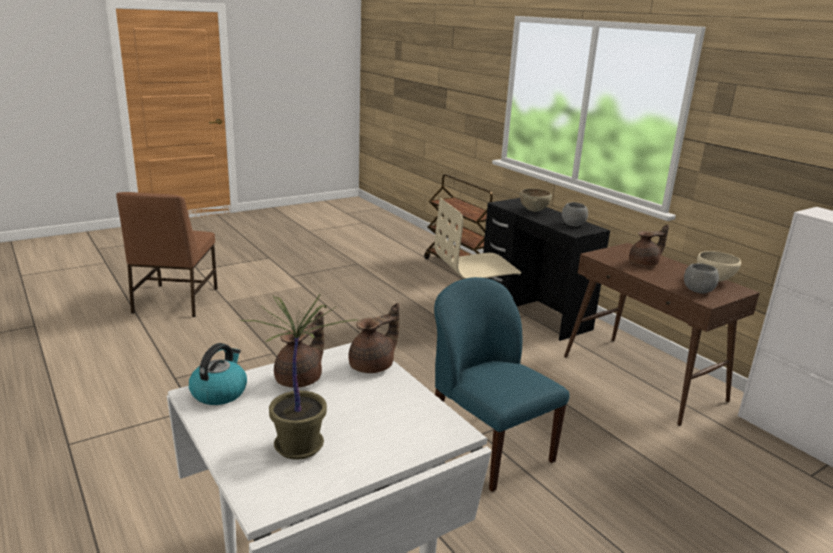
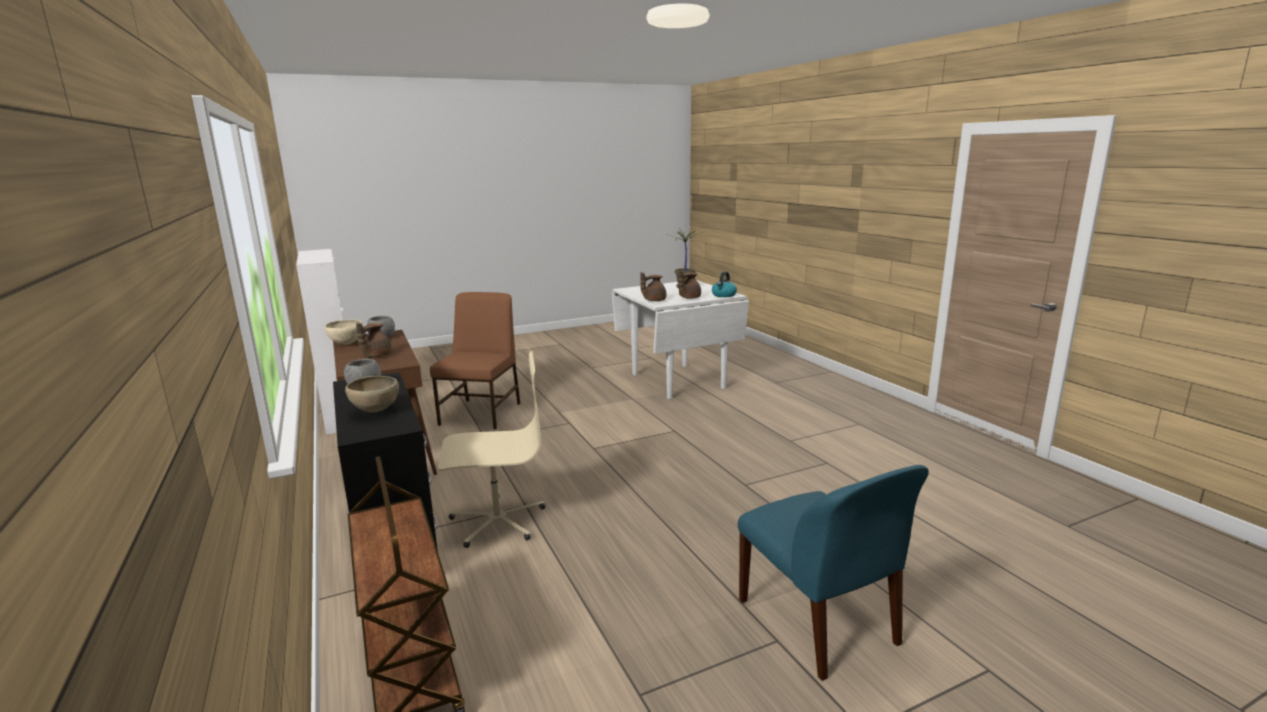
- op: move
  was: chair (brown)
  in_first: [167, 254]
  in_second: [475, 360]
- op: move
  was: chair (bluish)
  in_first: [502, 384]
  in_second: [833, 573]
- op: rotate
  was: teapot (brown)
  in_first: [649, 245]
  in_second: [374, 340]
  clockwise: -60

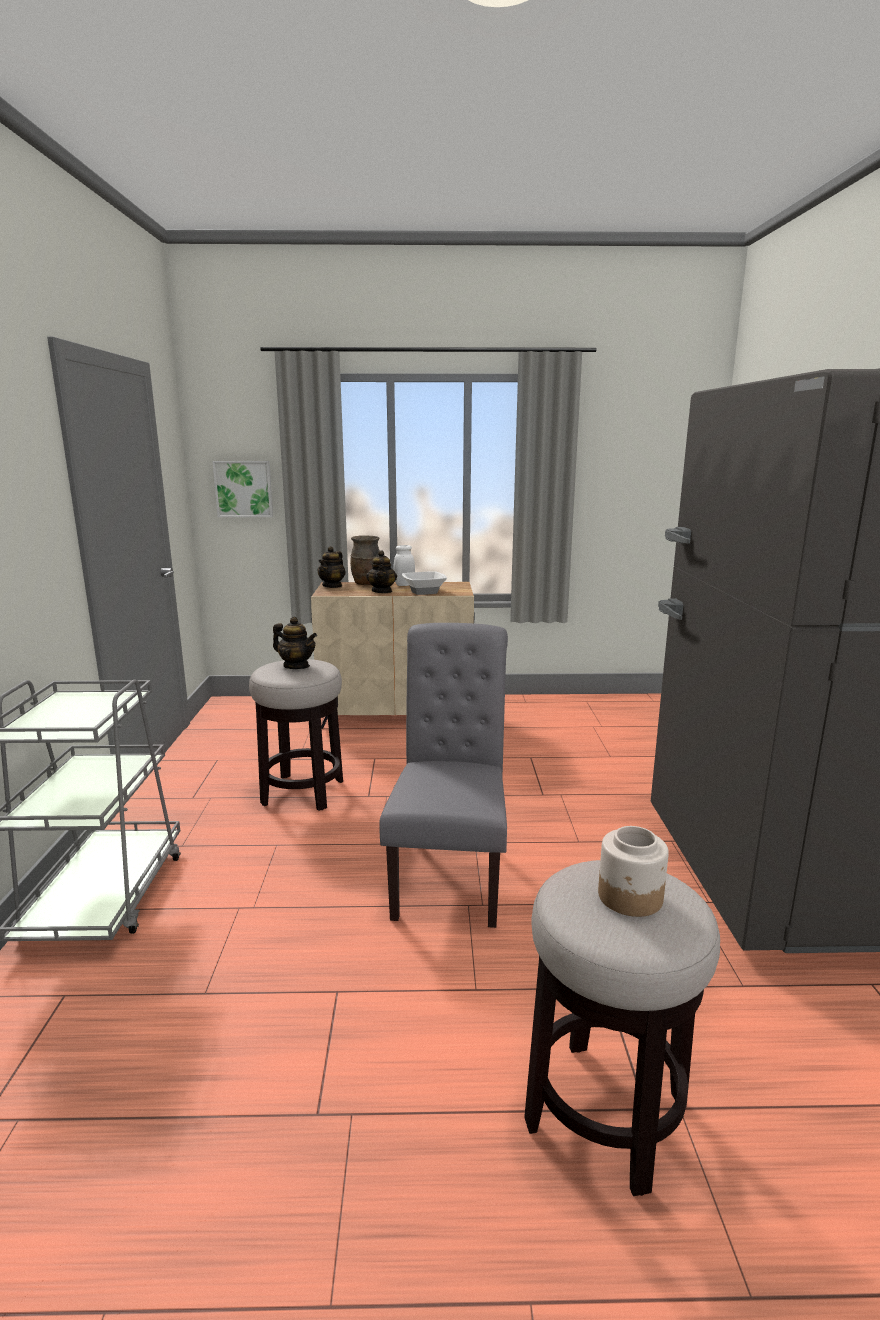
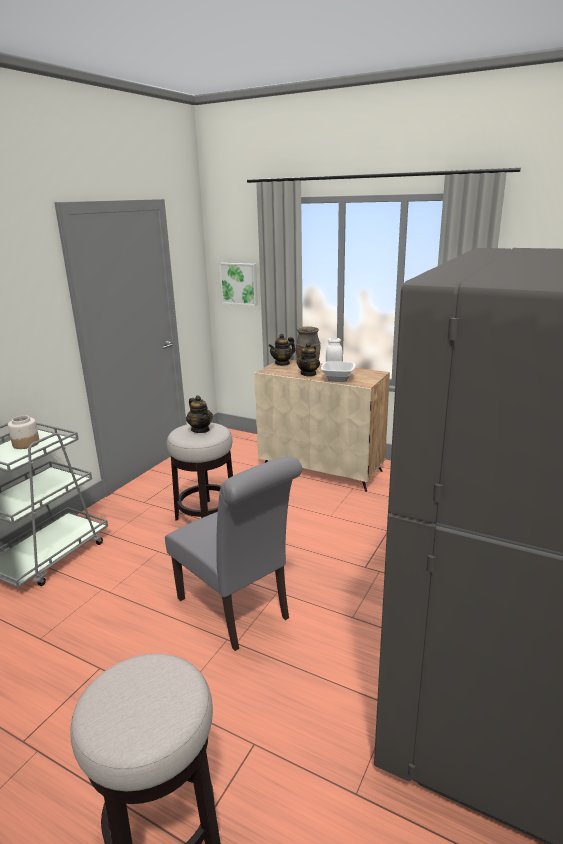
- op: move
  was: storage jar
  in_first: [633, 871]
  in_second: [23, 432]
- op: rotate
  was: chair (gray)
  in_first: [443, 775]
  in_second: [233, 553]
  clockwise: 105

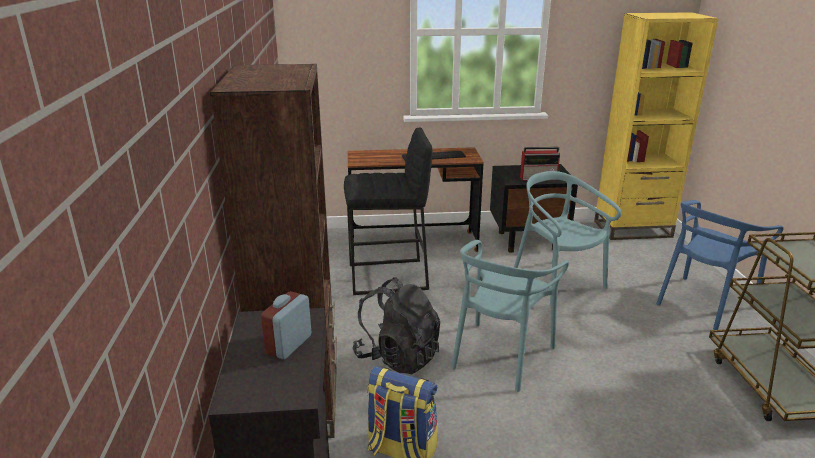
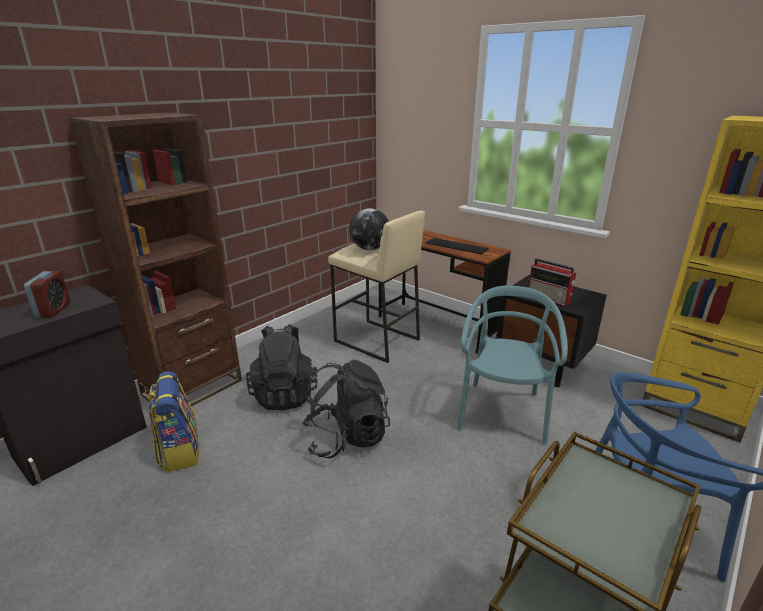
- op: insert
  now: globe
  in_second: [369, 229]
- op: replace
  was: chair (blue-green)
  now: knapsack (black-coloured)
  in_first: [510, 316]
  in_second: [346, 409]
- op: recolor
  was: stool (black-coloured)
  now: stool (beige-coloured)
  in_first: [388, 211]
  in_second: [376, 287]
- op: rotate
  was: table clock
  in_first: [286, 325]
  in_second: [47, 294]
  clockwise: 105

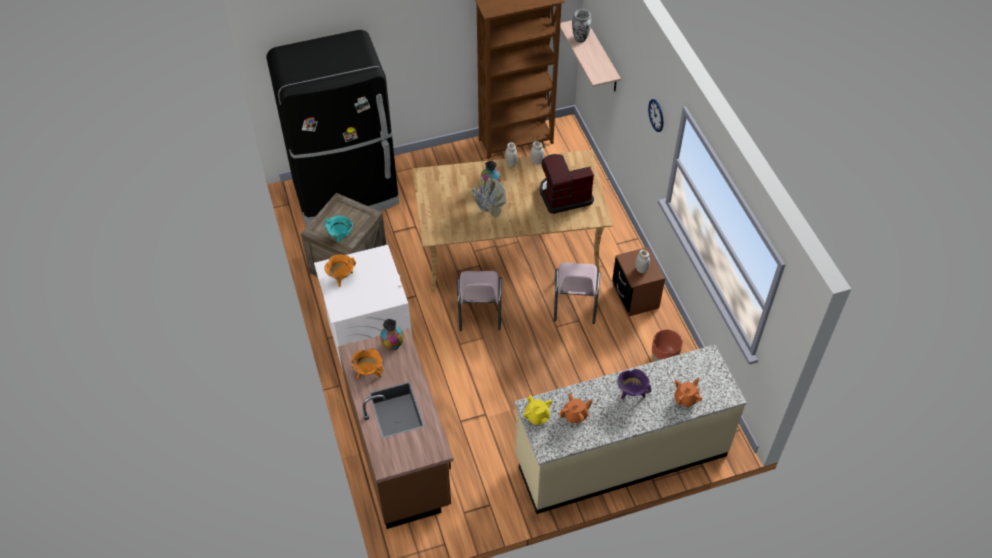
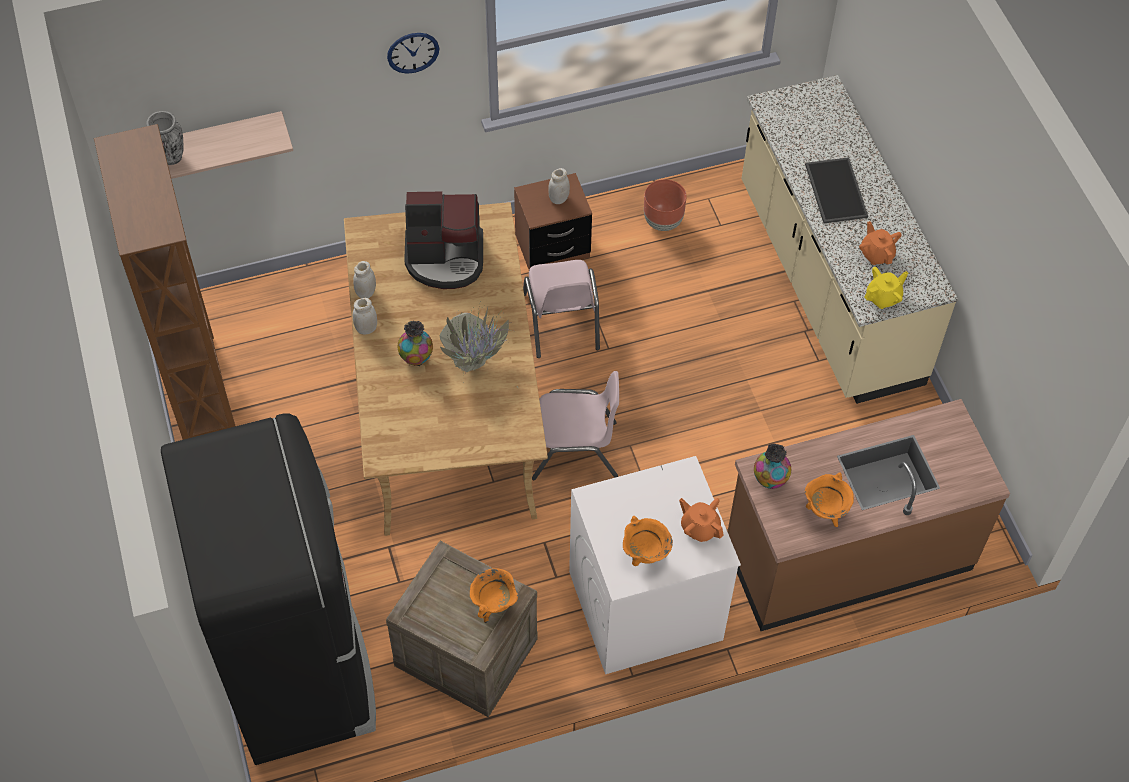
- op: move
  was: teapot (orange)
  in_first: [688, 392]
  in_second: [701, 520]
- op: replace
  was: cooking pot (purple)
  now: serving tray
  in_first: [634, 384]
  in_second: [836, 190]
- op: recolor
  was: cooking pot (blue-green)
  now: cooking pot (orange)
  in_first: [339, 229]
  in_second: [494, 595]
- op: rotate
  was: coffee brewer
  in_first: [567, 184]
  in_second: [443, 240]
  clockwise: -75
- op: rotate
  was: chair (pink-coloured)
  in_first: [577, 293]
  in_second: [561, 309]
  clockwise: 75

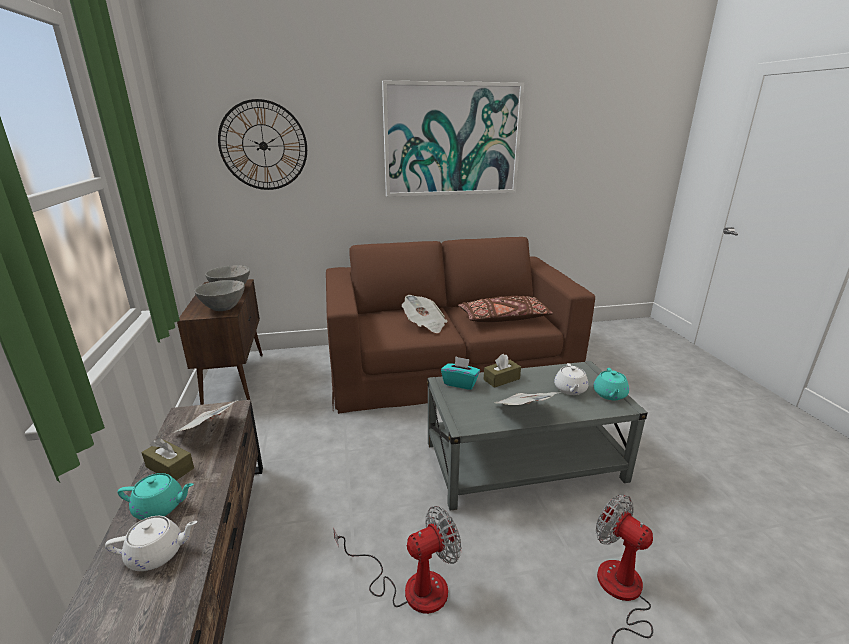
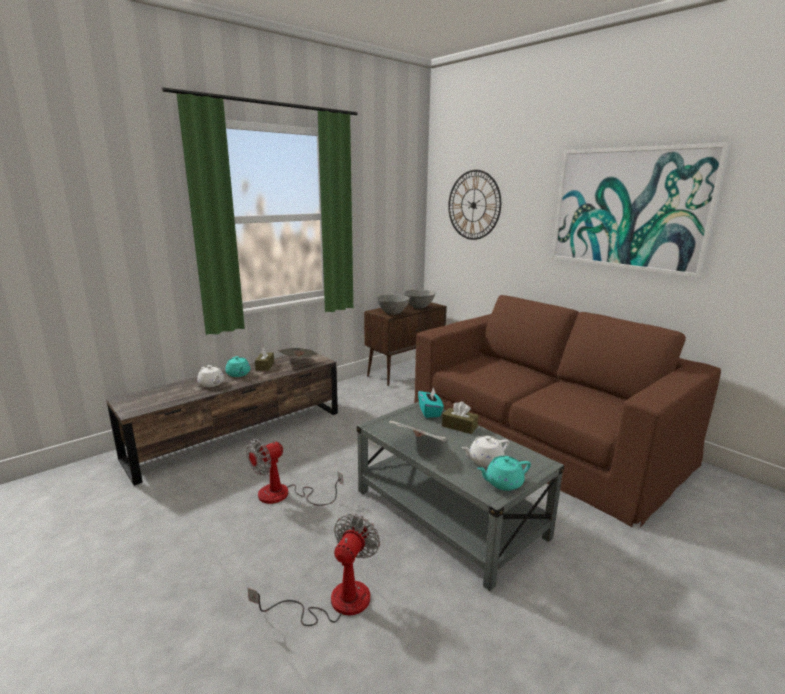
- op: delete
  was: daily paper
  in_first: [424, 314]
- op: delete
  was: throw pillow (brown)
  in_first: [505, 309]
- op: rotate
  was: fan
  in_first: [397, 560]
  in_second: [294, 472]
  clockwise: 105

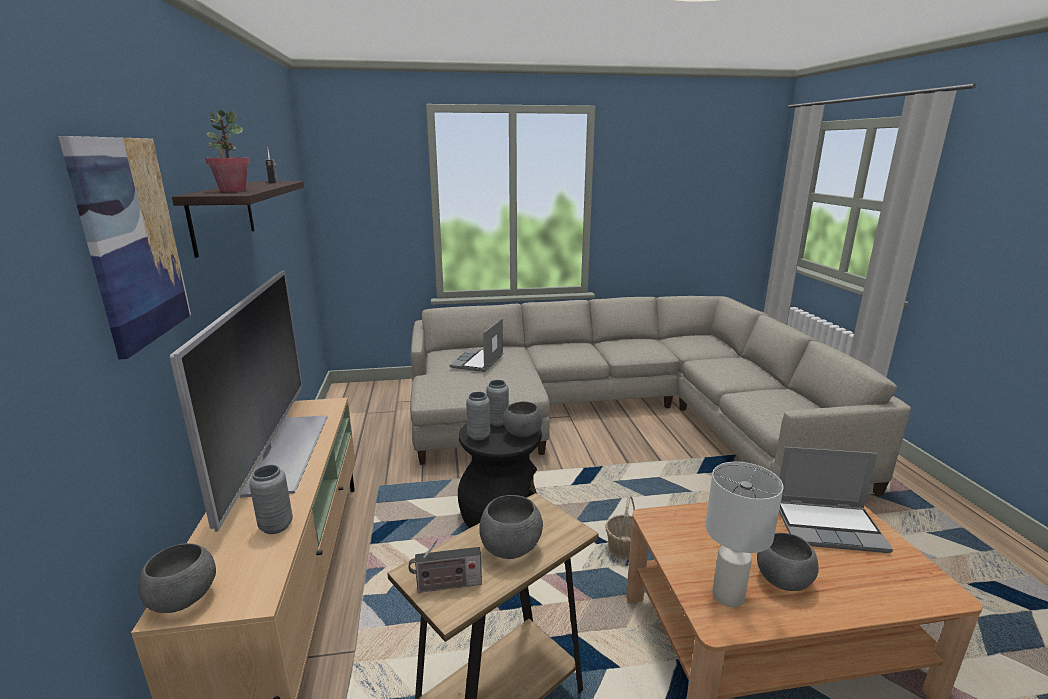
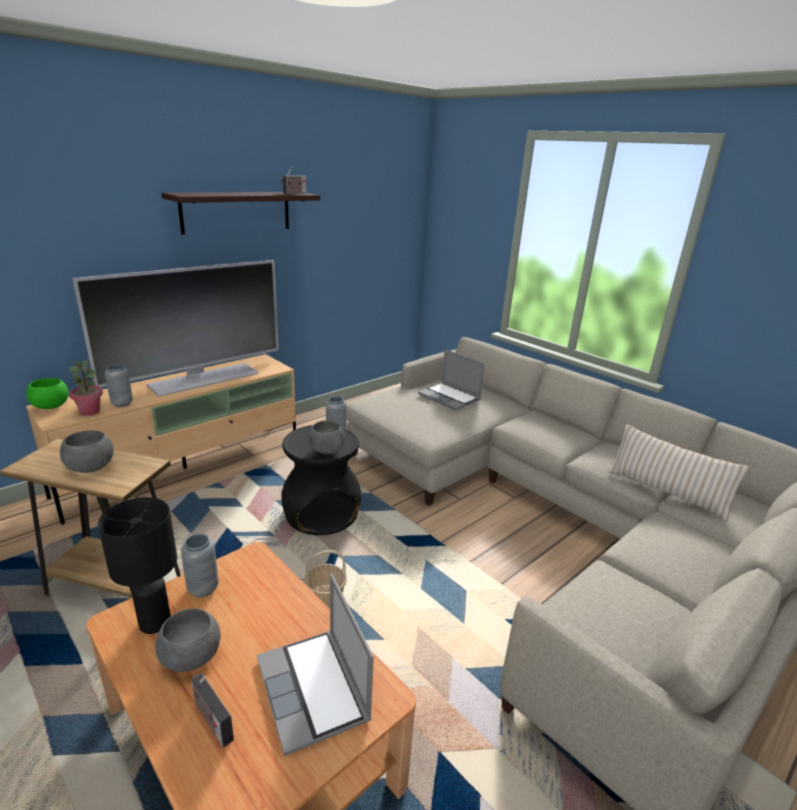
- op: delete
  was: wall art
  in_first: [124, 247]
- op: insert
  now: throw pillow (beige-coloured)
  in_second: [678, 473]
- op: move
  was: houseplant
  in_first: [227, 151]
  in_second: [86, 388]
- op: move
  was: radio receiver
  in_first: [445, 565]
  in_second: [212, 710]
- op: move
  was: vase (gray)
  in_first: [478, 415]
  in_second: [200, 565]
- op: recolor
  was: serving bowl (gray)
  now: serving bowl (green)
  in_first: [177, 578]
  in_second: [47, 393]
- op: recolor
  was: table lamp (white-coloured)
  now: table lamp (black-coloured)
  in_first: [744, 534]
  in_second: [137, 565]
- op: rotate
  was: notebook computer
  in_first: [476, 345]
  in_second: [451, 380]
  clockwise: -120

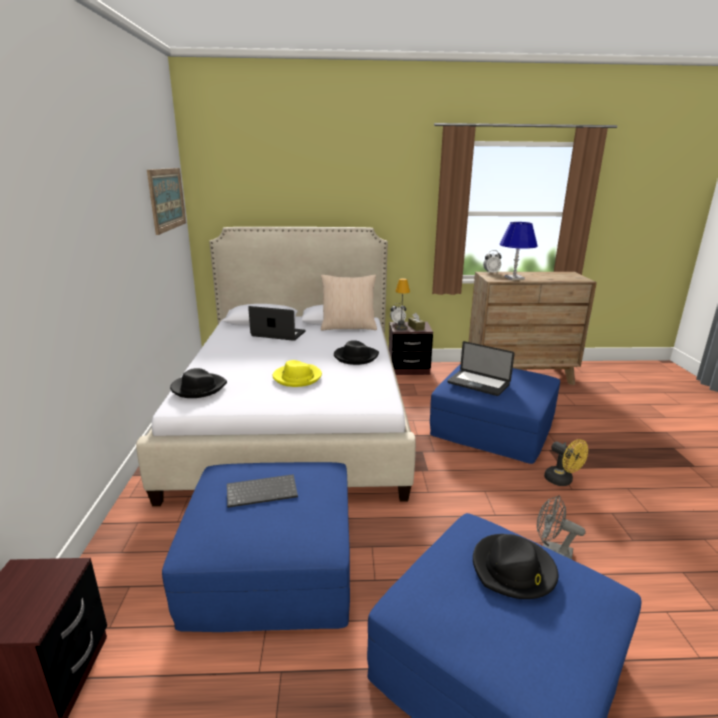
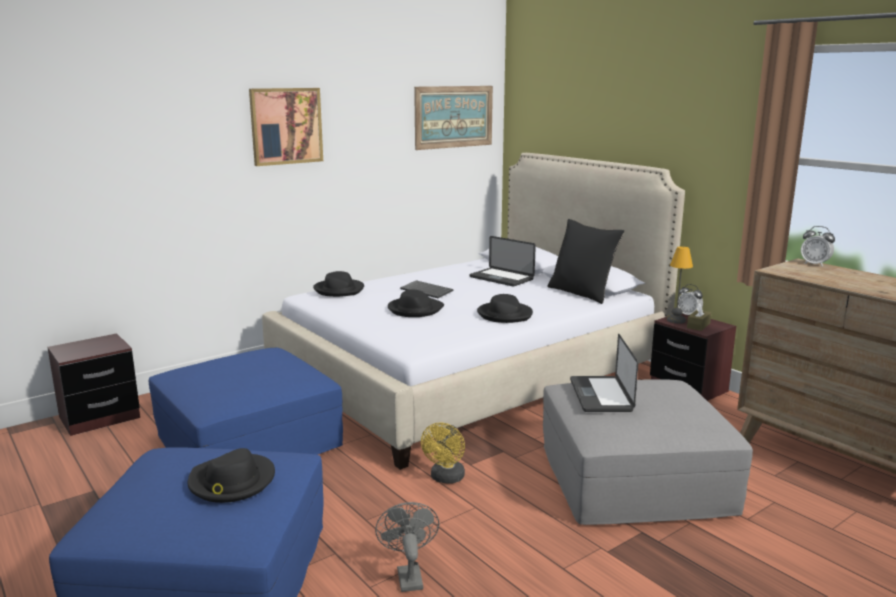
- op: delete
  was: table lamp (bluish)
  in_first: [518, 251]
- op: insert
  now: wall art
  in_second: [286, 127]
- op: move
  was: PC keyboard
  in_first: [262, 491]
  in_second: [427, 289]
- op: move
  was: fan (yellow)
  in_first: [566, 462]
  in_second: [443, 452]
- op: recolor
  was: hat (yellow)
  now: hat (black-coloured)
  in_first: [297, 373]
  in_second: [416, 303]
- op: recolor
  was: throw pillow (beige-coloured)
  now: throw pillow (black-coloured)
  in_first: [349, 302]
  in_second: [586, 261]
- op: recolor
  was: ottoman (bluish)
  now: ottoman (gray)
  in_first: [495, 414]
  in_second: [648, 452]
- op: rotate
  was: notebook computer
  in_first: [276, 323]
  in_second: [503, 261]
  clockwise: 150

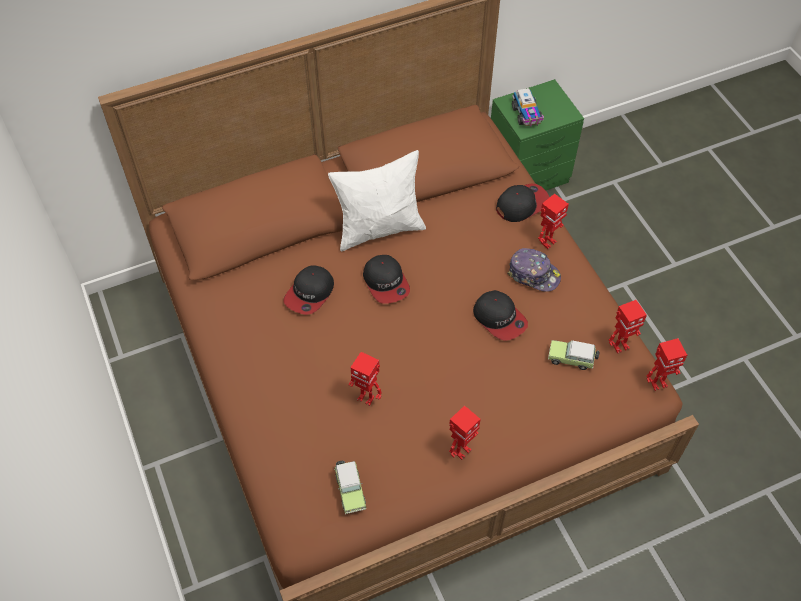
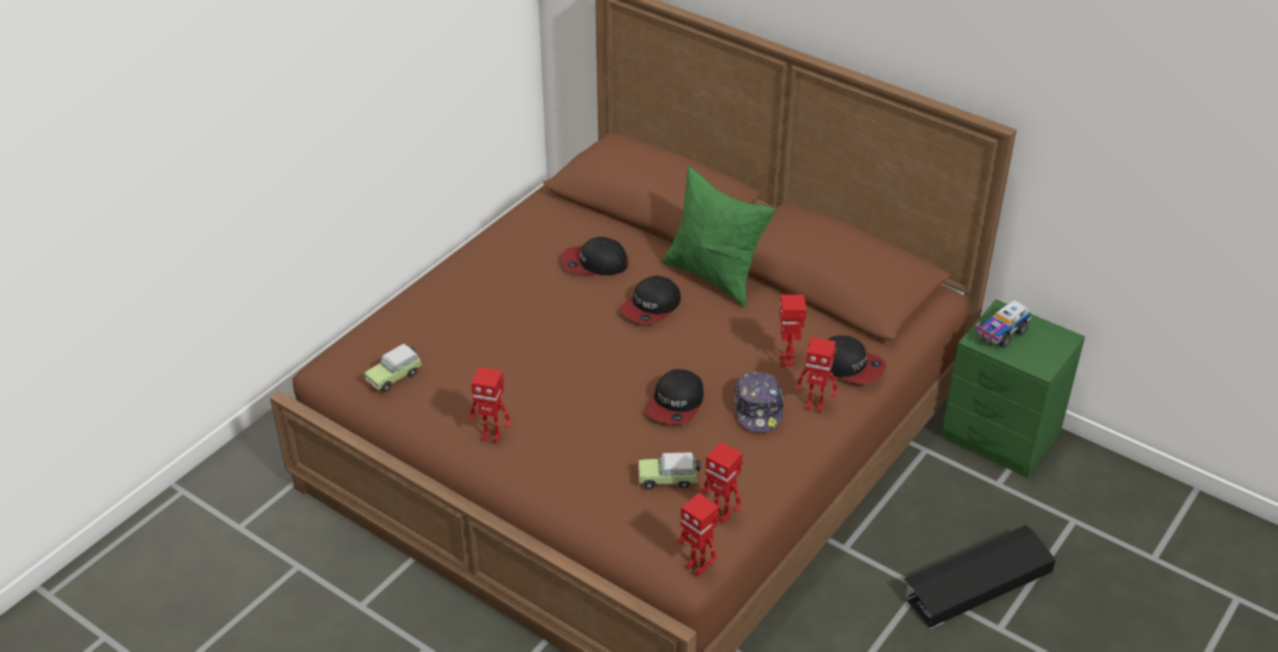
- op: insert
  now: storage bin (black-coloured)
  in_second: [979, 577]
- op: move
  was: model robot
  in_first: [365, 379]
  in_second: [793, 331]
- op: recolor
  was: throw pillow (white-coloured)
  now: throw pillow (green)
  in_first: [377, 200]
  in_second: [718, 237]
- op: rotate
  was: toy car
  in_first: [574, 355]
  in_second: [669, 471]
  clockwise: -75

